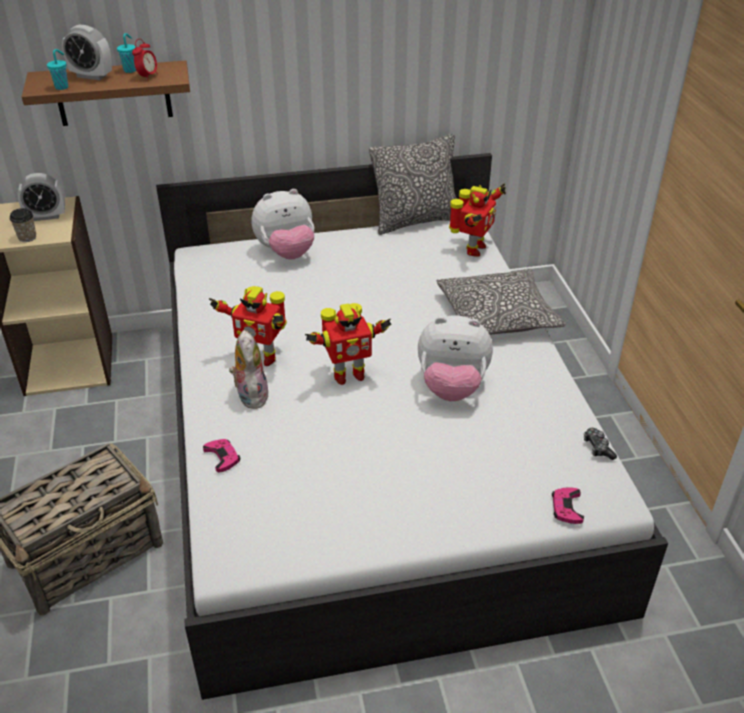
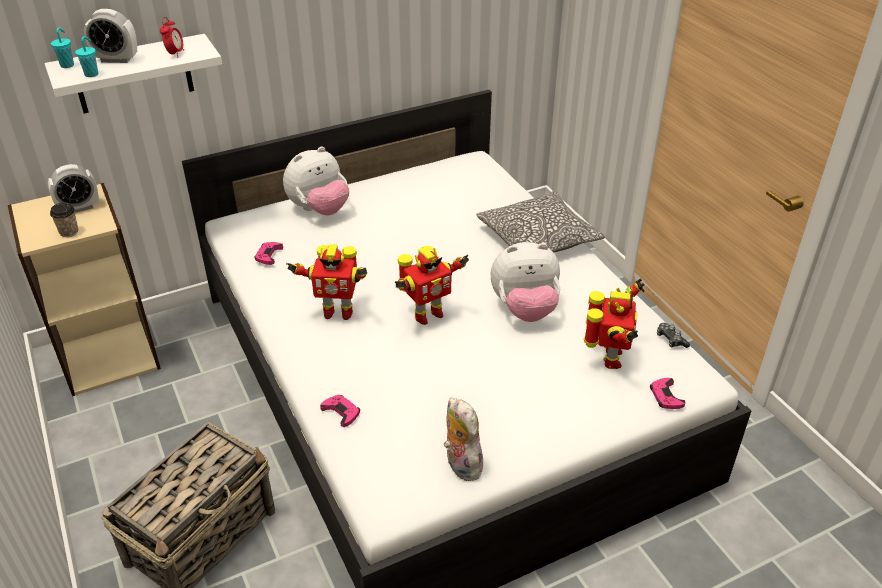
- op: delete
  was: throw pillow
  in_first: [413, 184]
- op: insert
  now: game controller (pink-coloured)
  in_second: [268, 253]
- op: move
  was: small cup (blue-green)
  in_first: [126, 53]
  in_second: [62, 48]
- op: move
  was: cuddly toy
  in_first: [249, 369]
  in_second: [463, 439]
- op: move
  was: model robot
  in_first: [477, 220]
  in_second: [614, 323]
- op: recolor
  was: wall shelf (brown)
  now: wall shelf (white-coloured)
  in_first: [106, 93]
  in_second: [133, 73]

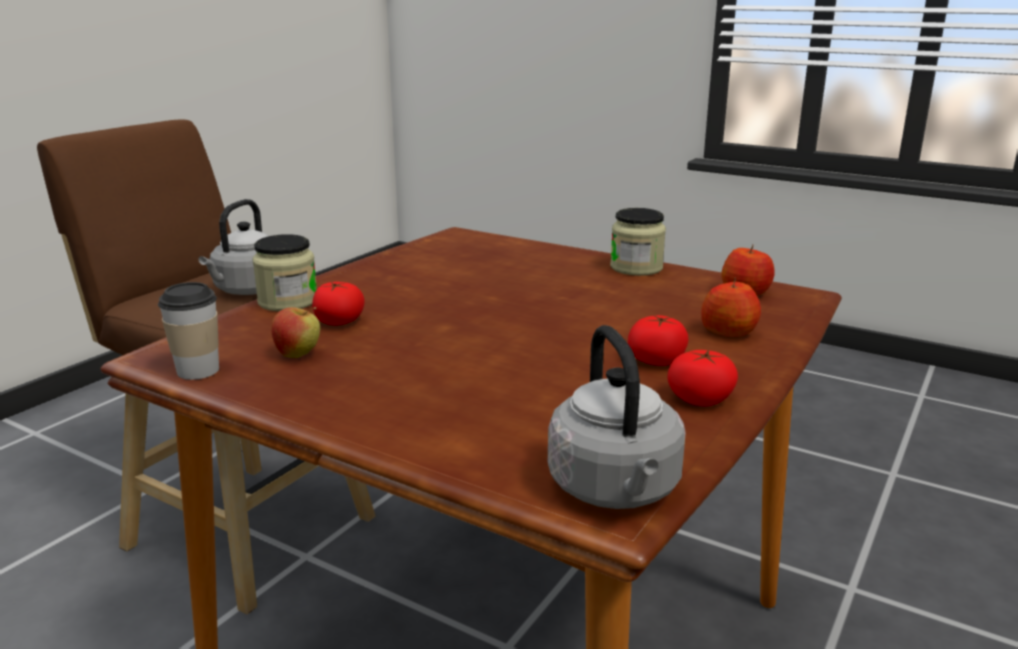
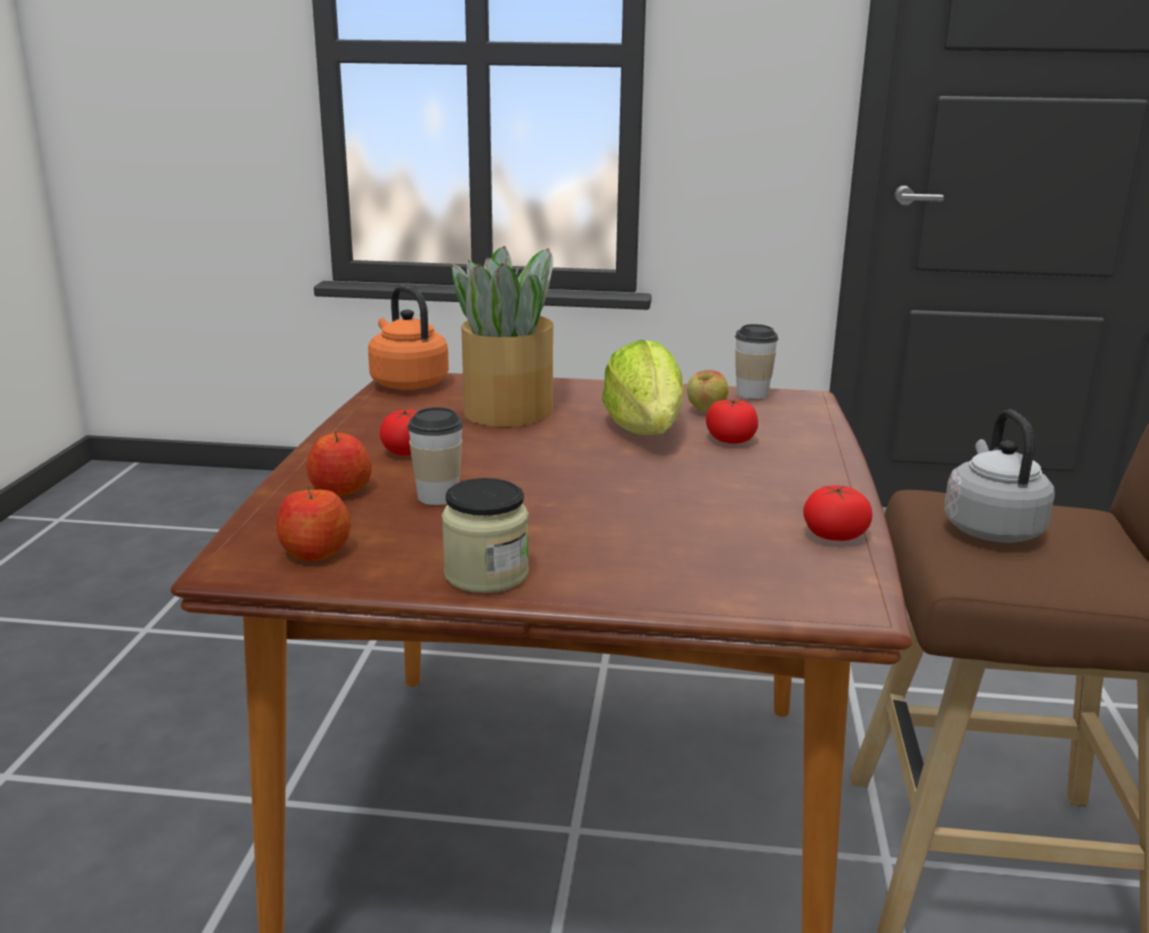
- op: delete
  was: storage jar
  in_first: [284, 272]
- op: insert
  now: small cup
  in_second: [435, 456]
- op: insert
  now: houseplant
  in_second: [502, 336]
- op: insert
  now: head of lettuce
  in_second: [643, 387]
- op: move
  was: tomato
  in_first: [702, 378]
  in_second: [837, 513]
- op: recolor
  was: kettle (gray)
  now: kettle (orange)
  in_first: [616, 417]
  in_second: [408, 338]

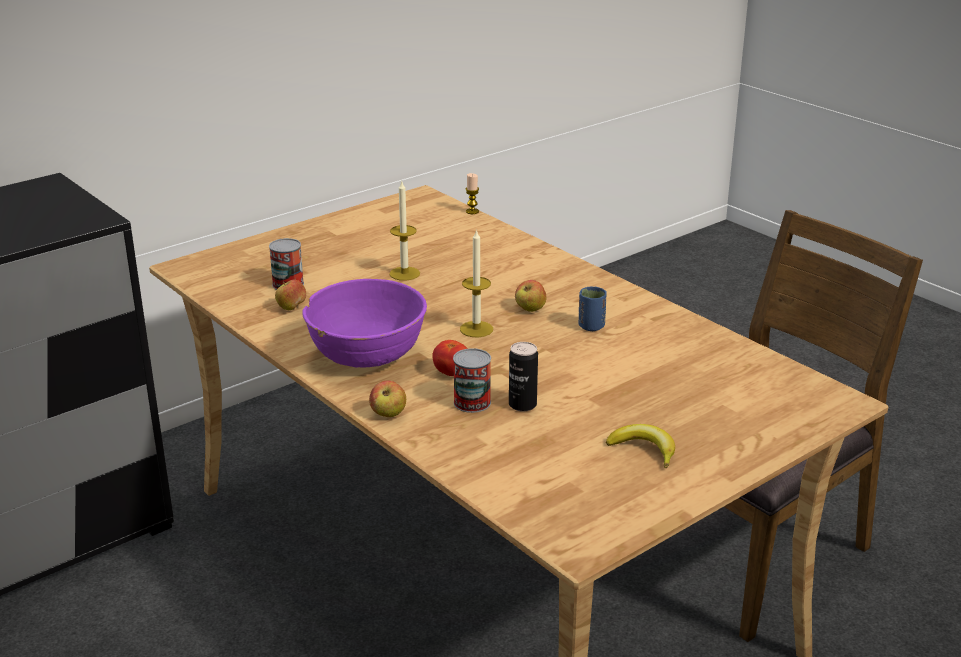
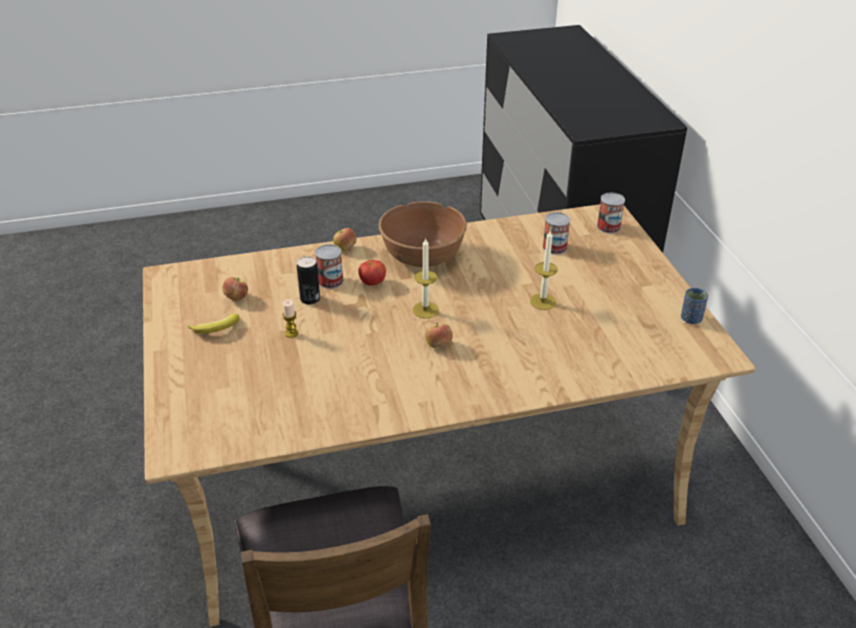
- op: insert
  now: sealed can
  in_second: [611, 213]
- op: move
  was: apple fruit
  in_first: [290, 295]
  in_second: [235, 289]
- op: move
  was: wax light
  in_first: [472, 193]
  in_second: [290, 318]
- op: move
  was: small cup (bluish)
  in_first: [593, 309]
  in_second: [694, 306]
- op: recolor
  was: serving bowl (purple)
  now: serving bowl (brown)
  in_first: [364, 323]
  in_second: [423, 234]

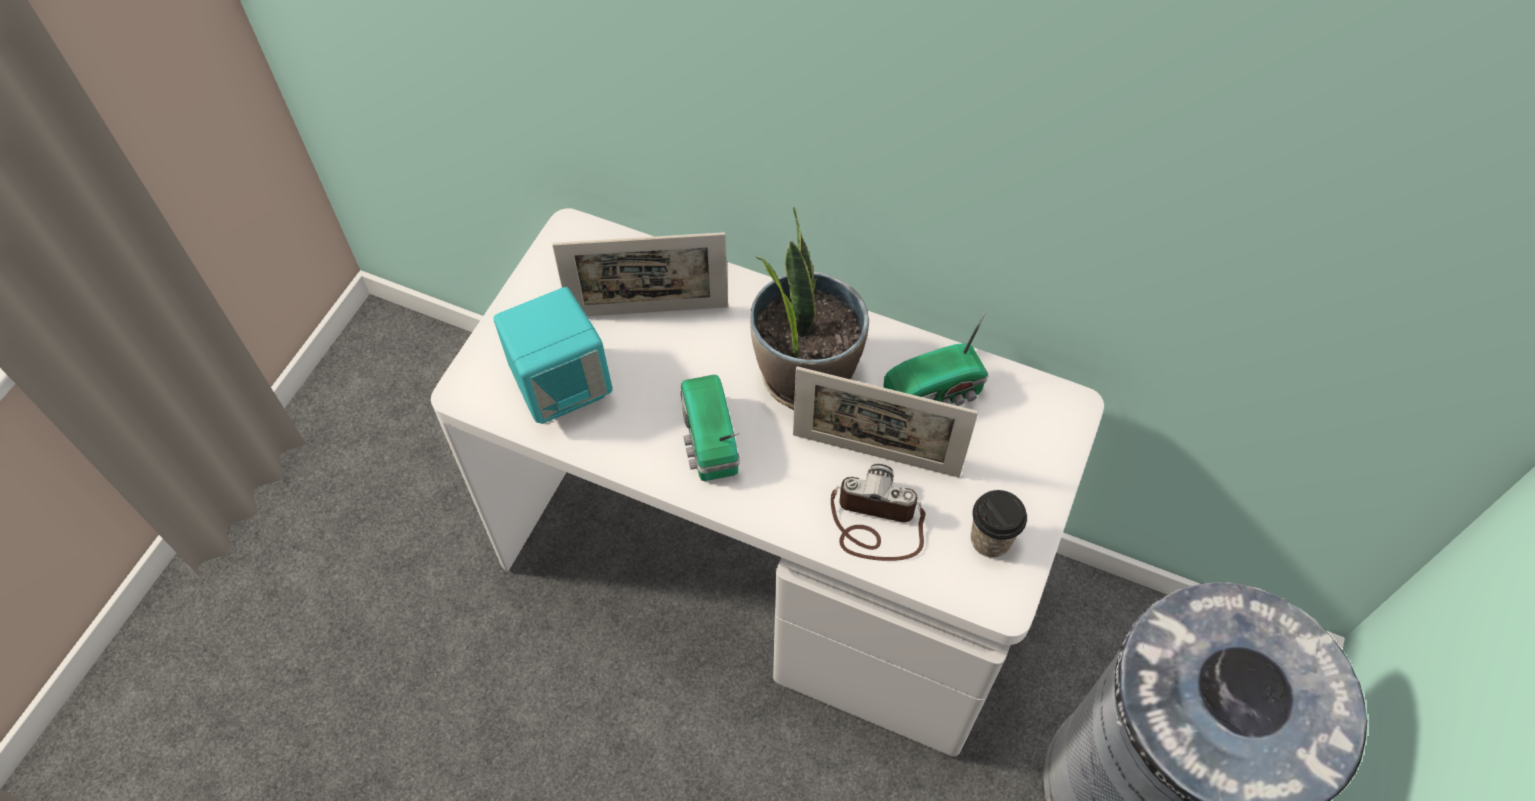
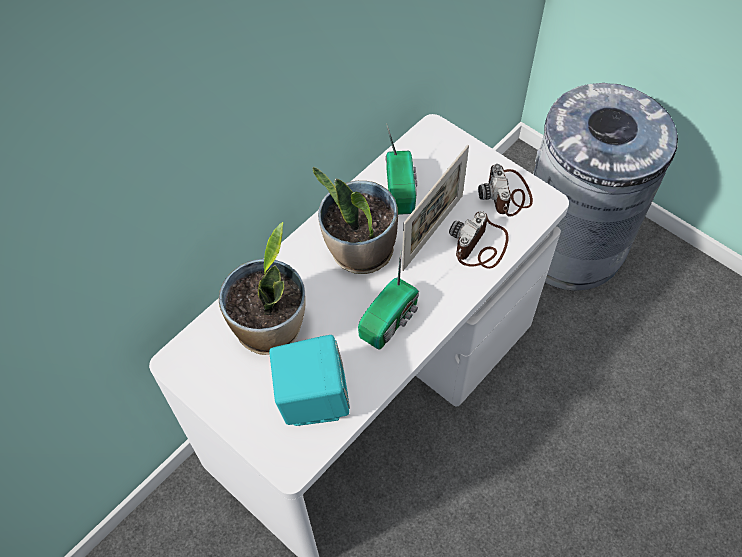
- op: replace
  was: standing frame
  now: houseplant
  in_first: [640, 274]
  in_second: [262, 288]
- op: replace
  was: small cup
  now: still camera
  in_first: [999, 524]
  in_second: [505, 190]
- op: rotate
  was: radio receiver
  in_first: [710, 428]
  in_second: [388, 300]
  clockwise: -60

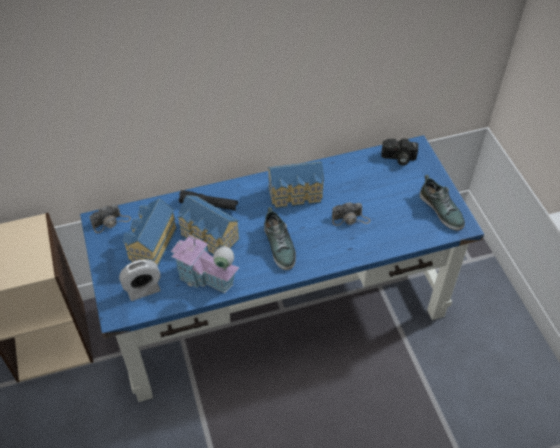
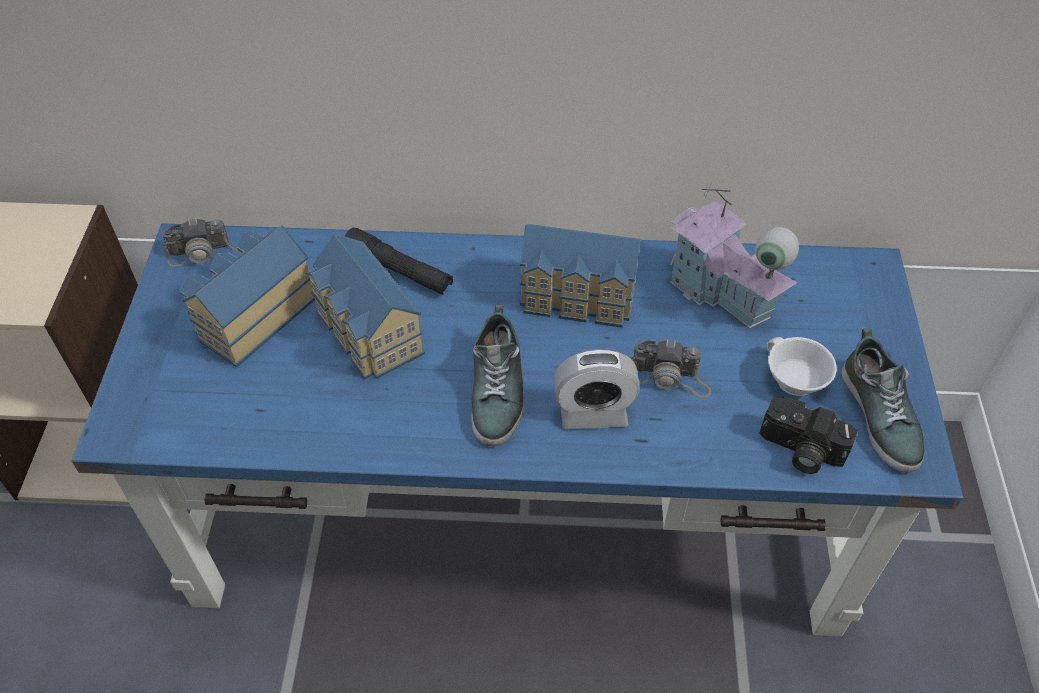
- op: insert
  now: small cup (white-coloured)
  in_second: [802, 366]
- op: move
  was: table clock
  in_first: [140, 280]
  in_second: [596, 389]
- op: move
  was: miniature house
  in_first: [205, 262]
  in_second: [734, 255]
- op: move
  was: still camera
  in_first: [399, 151]
  in_second: [808, 435]

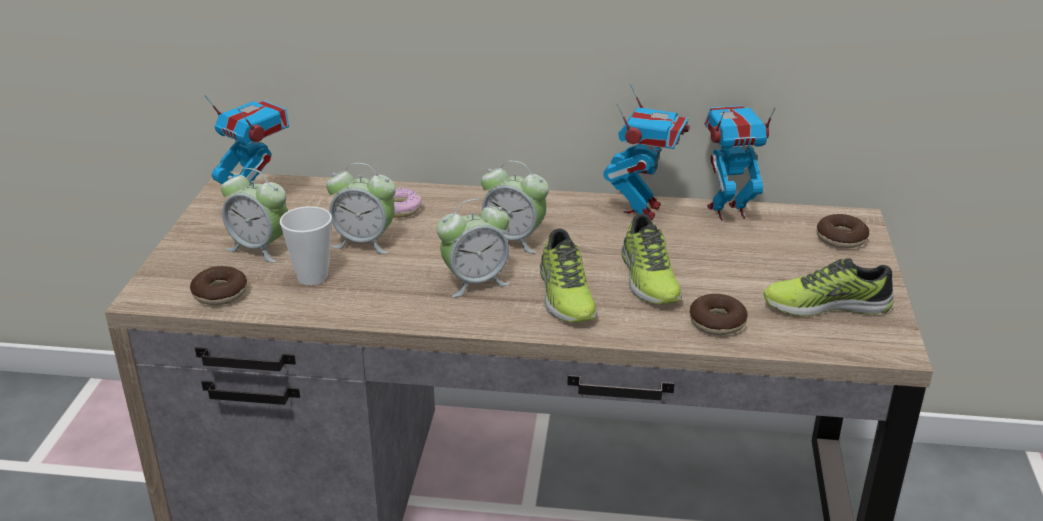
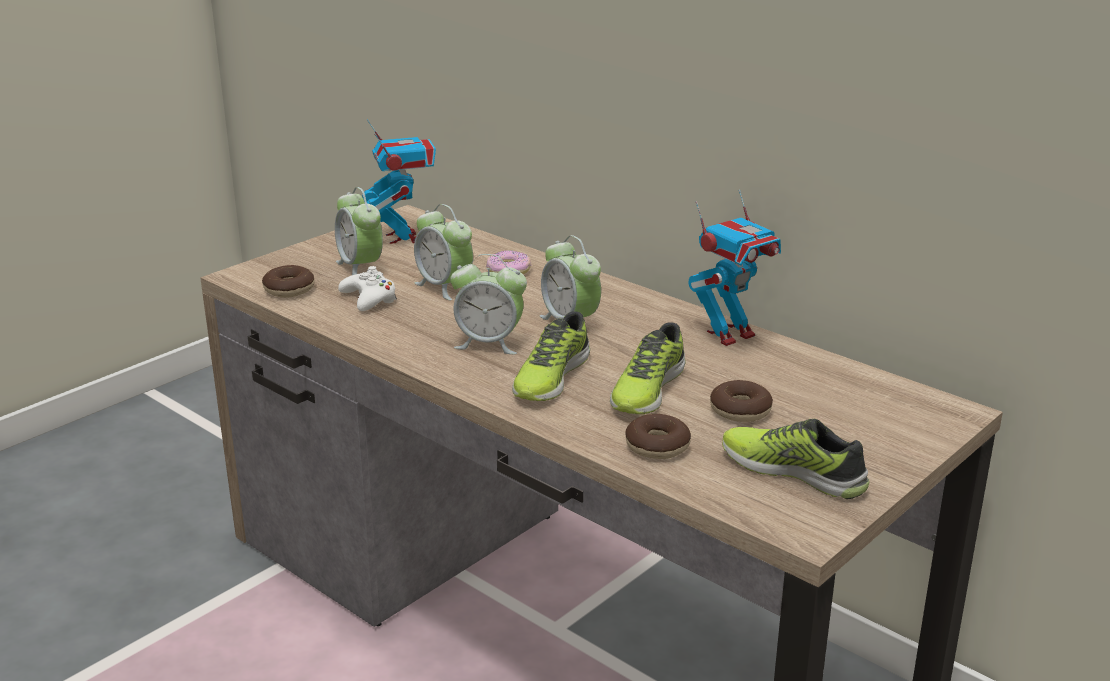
- op: delete
  was: model robot
  in_first: [739, 163]
- op: move
  was: donut
  in_first: [842, 231]
  in_second: [741, 401]
- op: replace
  was: small cup
  now: game controller (white-coloured)
  in_first: [306, 245]
  in_second: [367, 288]

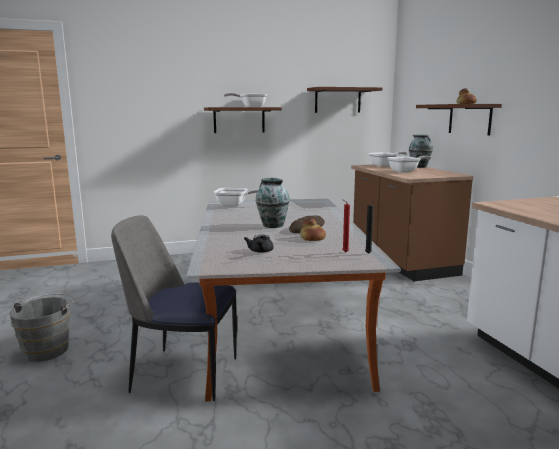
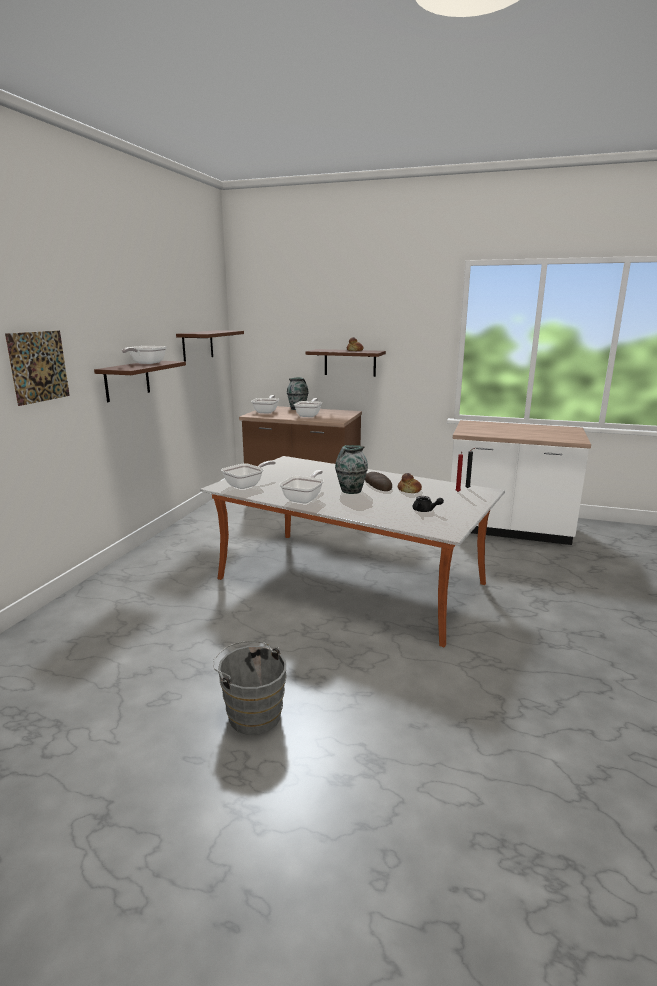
- op: delete
  was: chair
  in_first: [174, 308]
- op: insert
  now: wall art
  in_second: [37, 368]
- op: insert
  now: frying pan
  in_second: [302, 487]

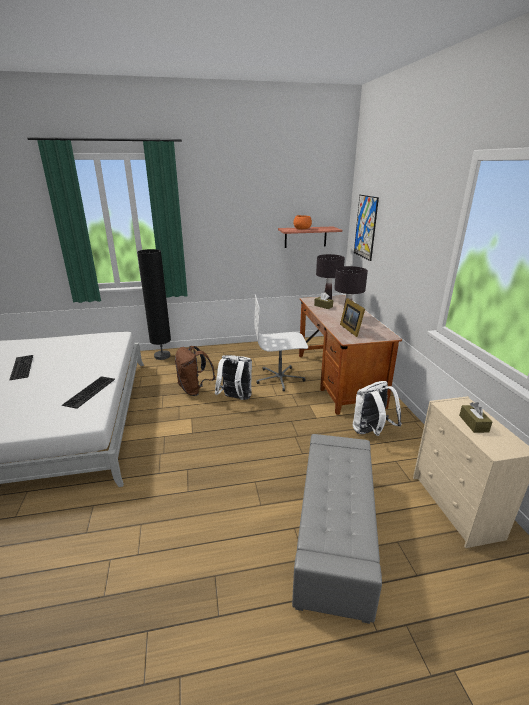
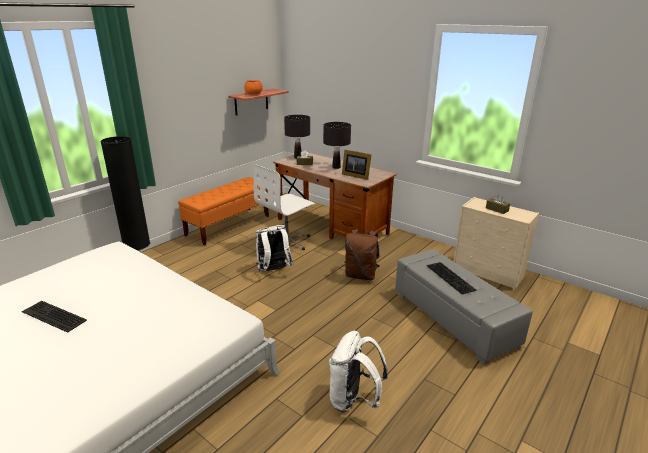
- op: delete
  was: wall art
  in_first: [366, 228]
- op: insert
  now: bench (orange)
  in_second: [223, 211]
- op: move
  was: PC keyboard
  in_first: [88, 392]
  in_second: [451, 278]
- op: move
  was: knapsack (brown)
  in_first: [195, 371]
  in_second: [362, 254]
- op: move
  was: knapsack (white-coloured)
  in_first: [377, 408]
  in_second: [358, 371]

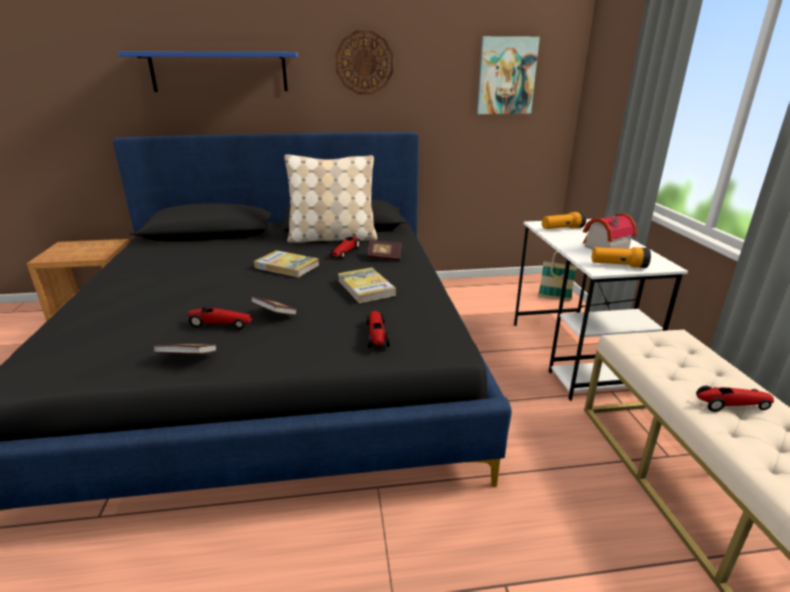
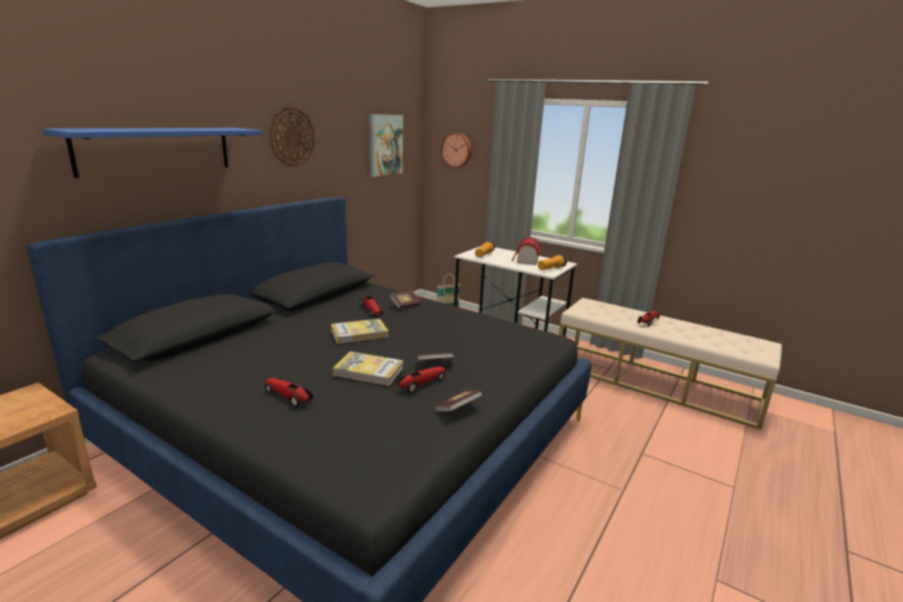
- op: delete
  was: throw pillow (beige-coloured)
  in_first: [330, 198]
- op: insert
  now: wall clock
  in_second: [456, 150]
- op: move
  was: volume
  in_first: [367, 285]
  in_second: [368, 368]
- op: move
  was: toy car
  in_first: [378, 329]
  in_second: [289, 393]

